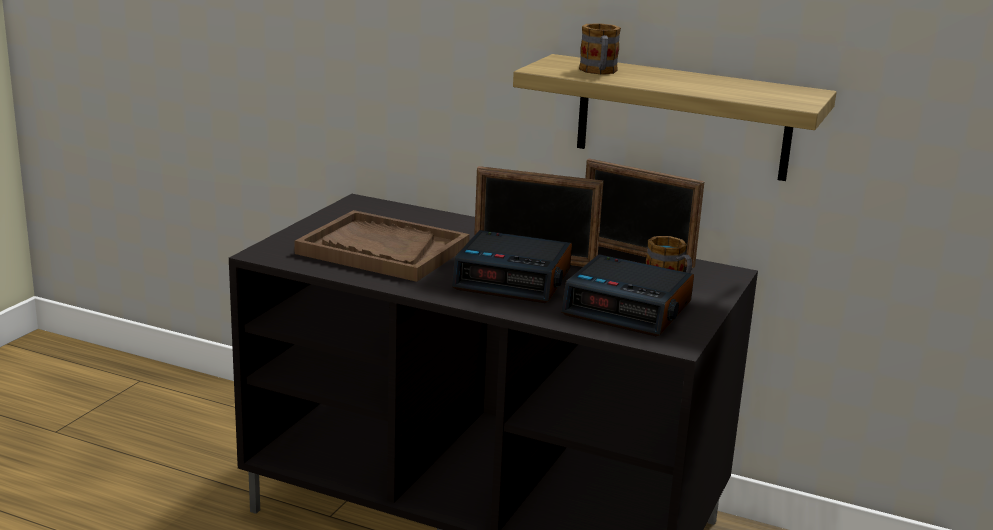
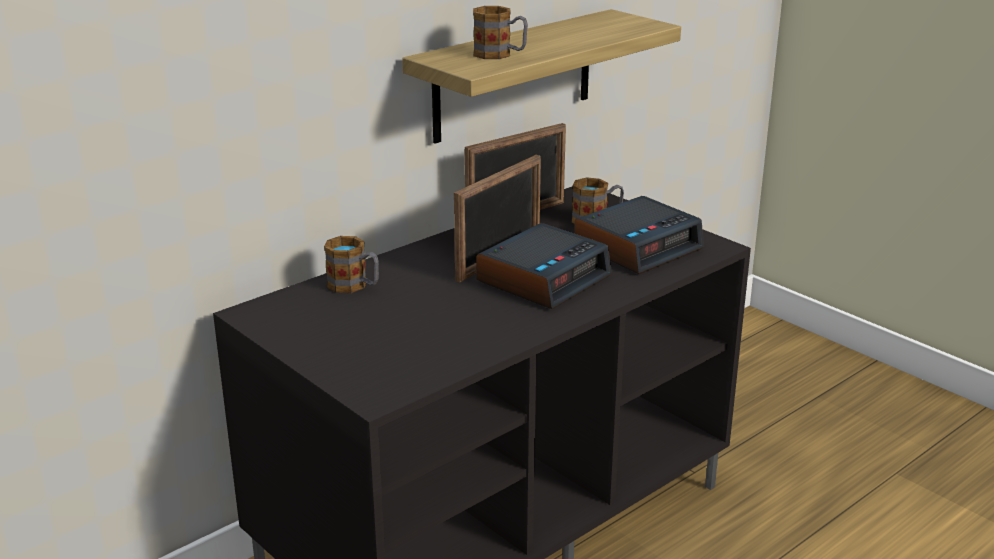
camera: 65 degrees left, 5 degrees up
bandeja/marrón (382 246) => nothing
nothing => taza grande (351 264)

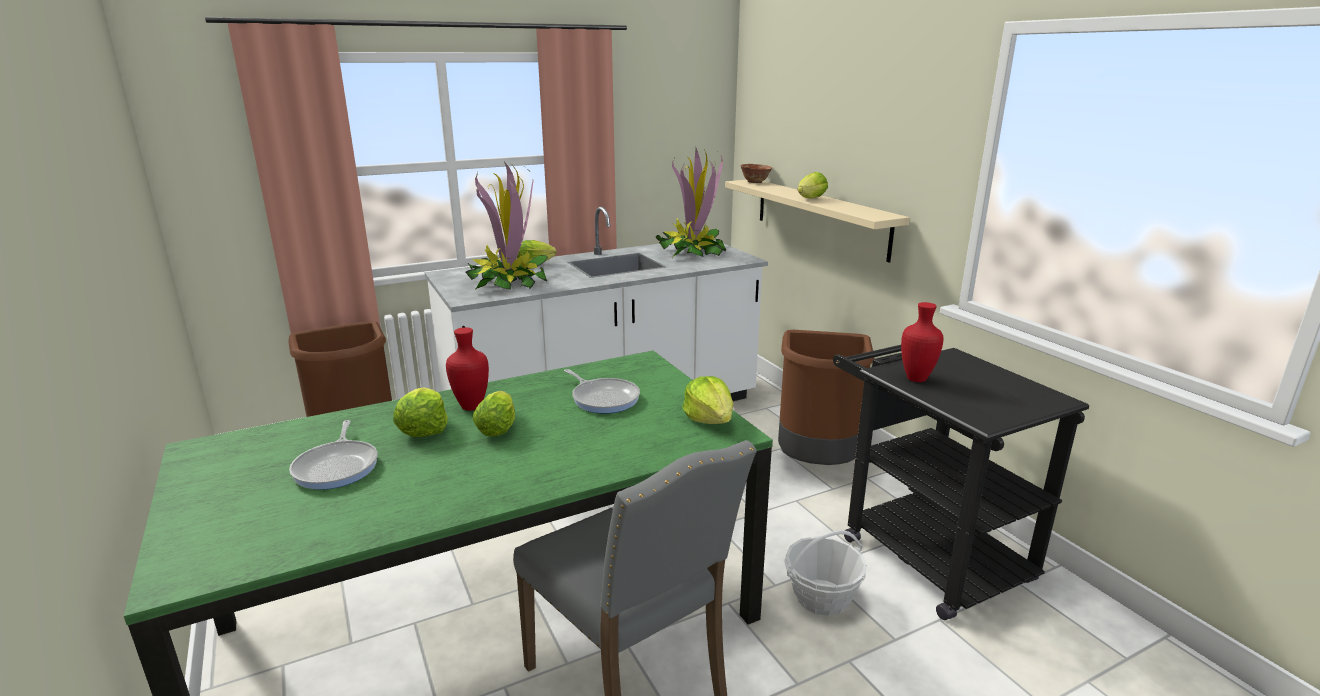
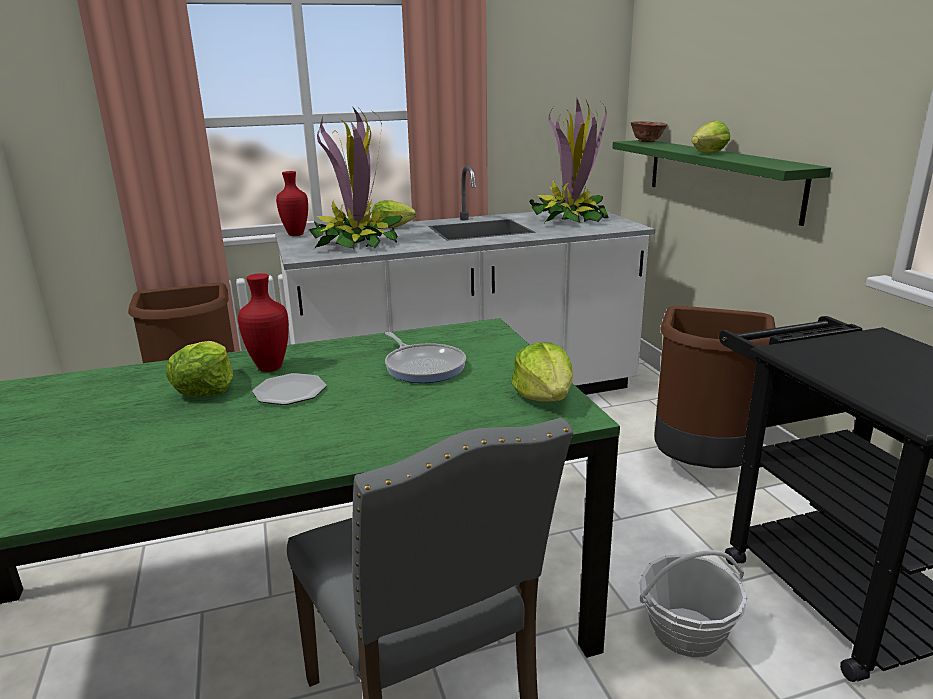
camera: 10 degrees right, 0 degrees up
sartén (333 455) => nothing
lechuga (493 414) => plato (289 389)
estante/beis (817 221) => estante/verde (721 183)
florero/rojo (922 342) => florero/rojo (292 203), relocated

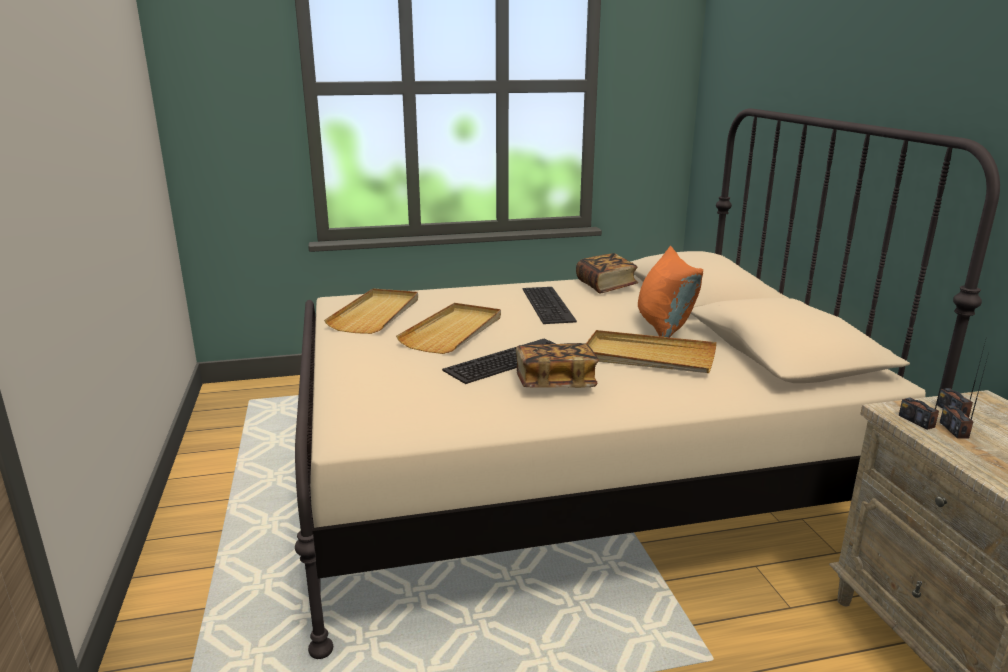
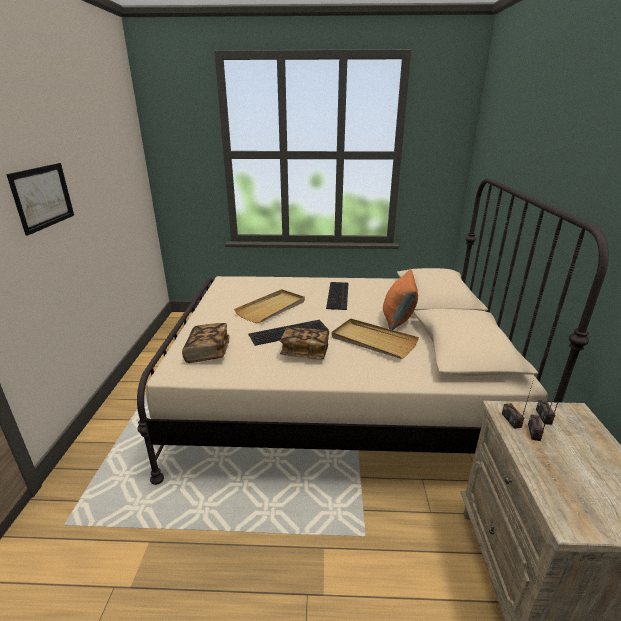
camera: 15 degrees right, 5 degrees up
bandeja/beis (371 311) => nothing
libro (607 273) => libro (205 343), relocated
nothing => cuadro (40 199)

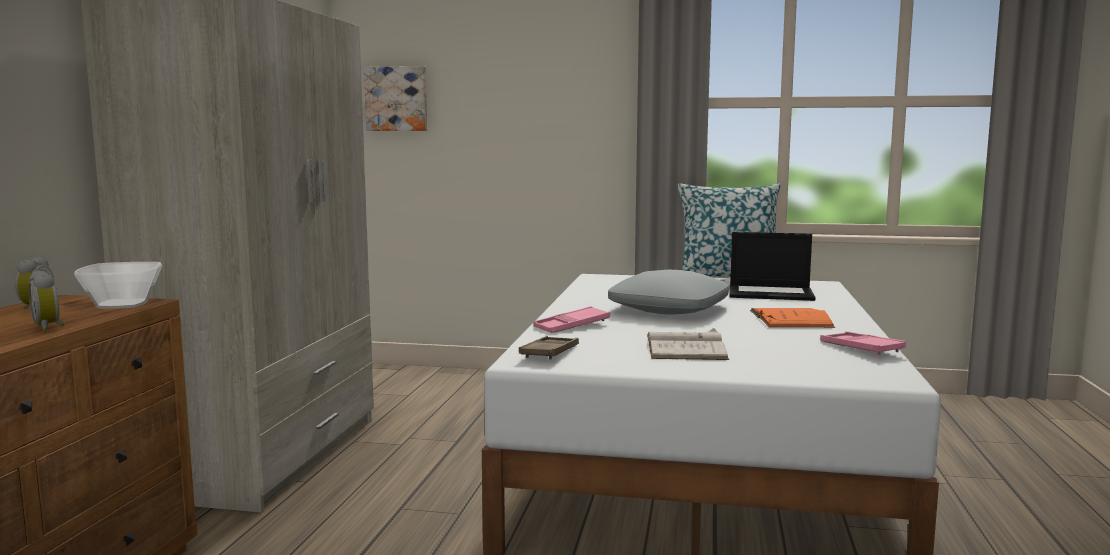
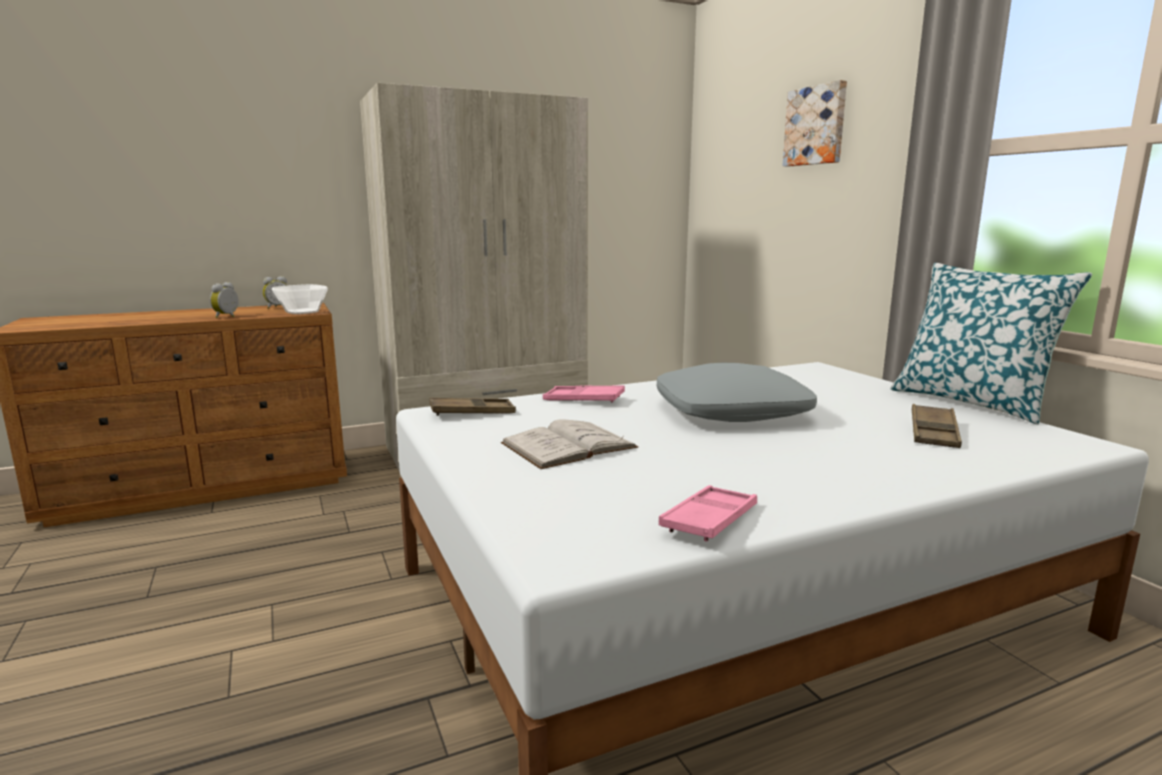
camera: 55 degrees right, 5 degrees up
cuadro (395 98) => cuadro (815 123), relocated
portátil (773 266) => bandeja/marrón (937 426)
libro/naranja (792 318) => nothing

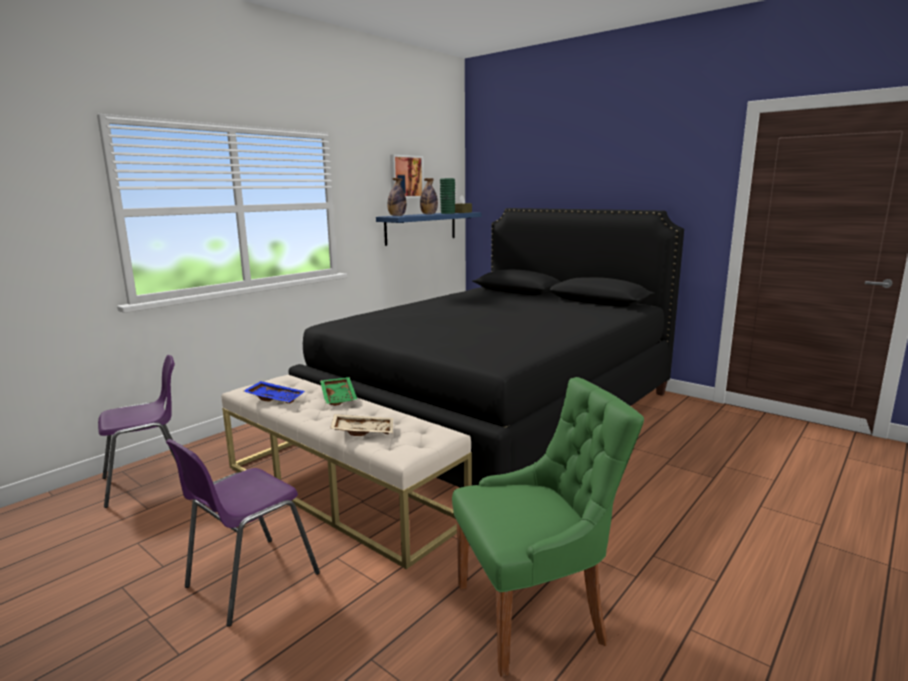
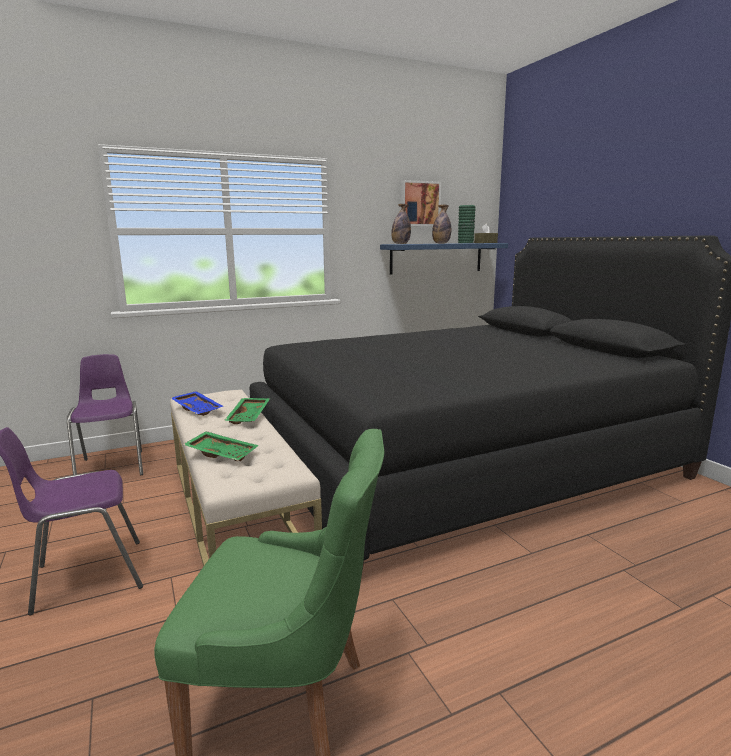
camera: 25 degrees right, 0 degrees up
silla/morado (137 431) => silla/morado (105 414), 105 degrees counterclockwise
bandeja/beis (361 425) => bandeja/verde (221 446)

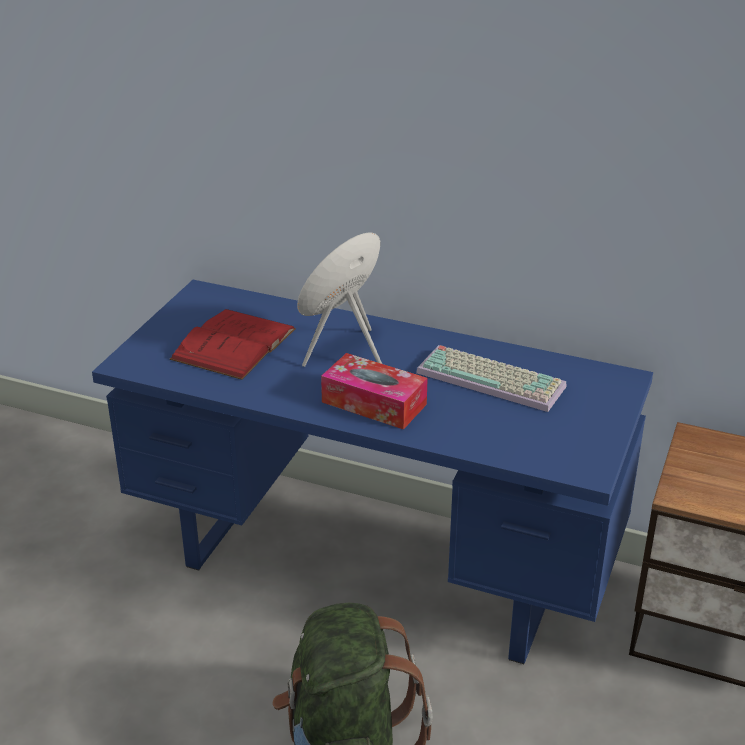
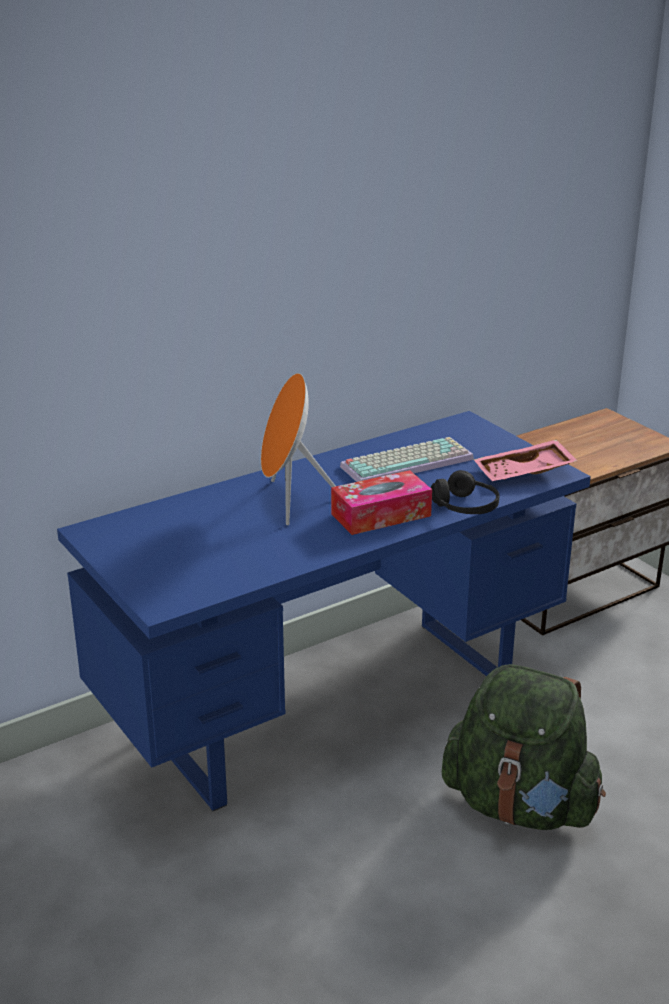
camera: 55 degrees left, 5 degrees down
libro/rojo (233 344) => nothing
nothing => auriculares/negro (465 492)
nothing => bandeja/rosa (525 460)

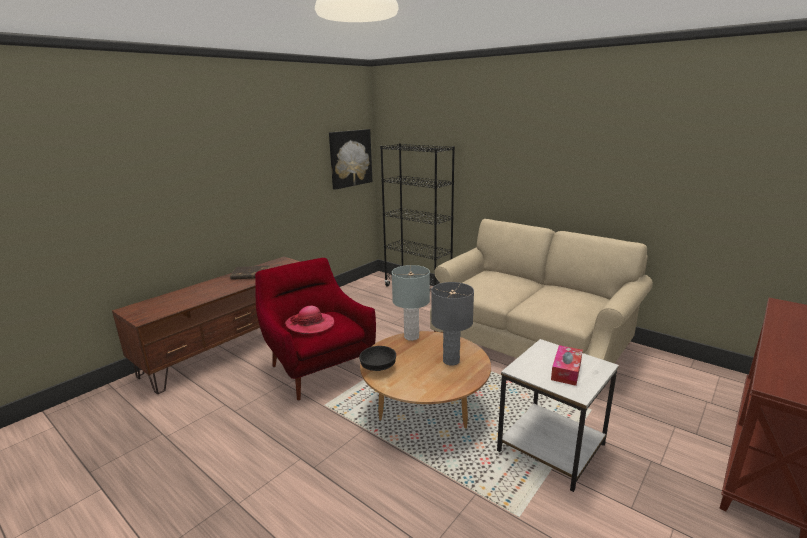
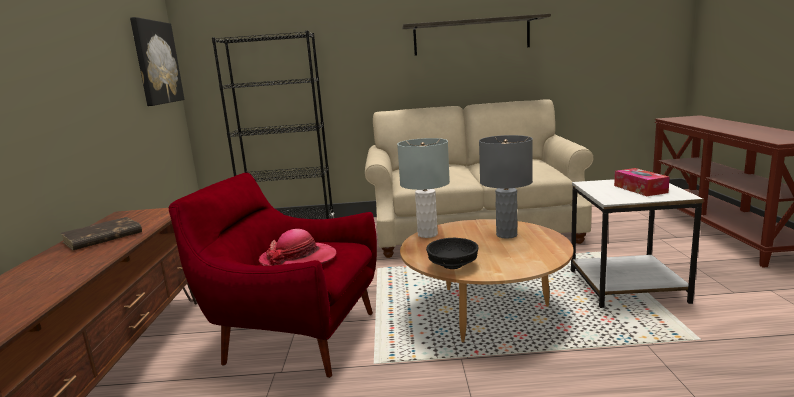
camera: 40 degrees left, 5 degrees down
nothing => estante (476 35)

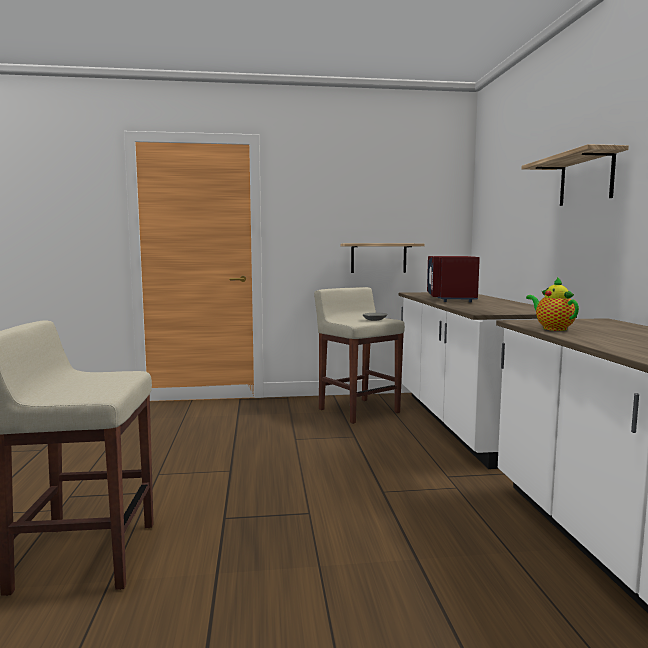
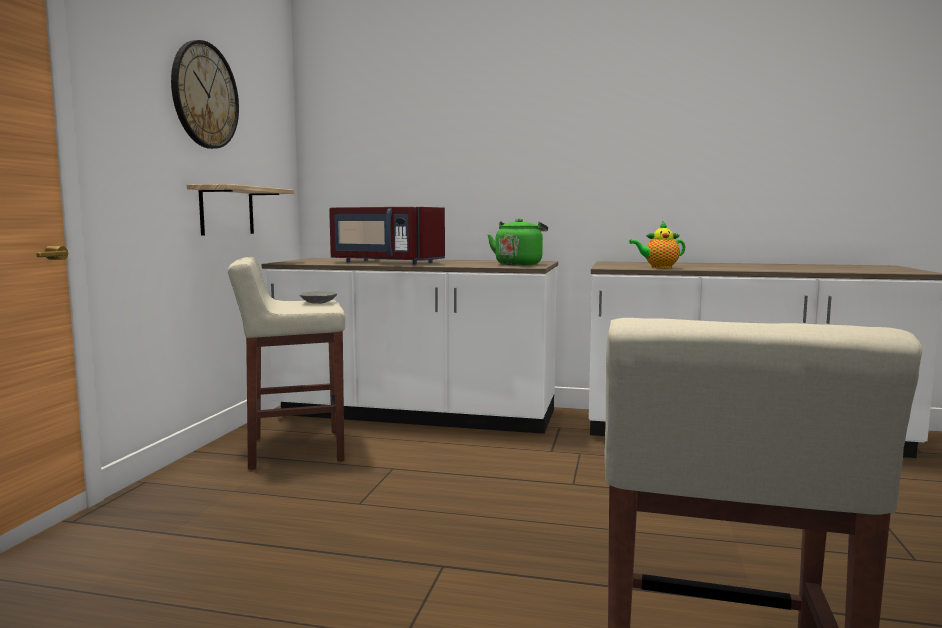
camera: 70 degrees left, 0 degrees up
estante (575 175) => nothing
nothing => reloj de pared (205 94)
nothing => hervidor/verde (518 242)

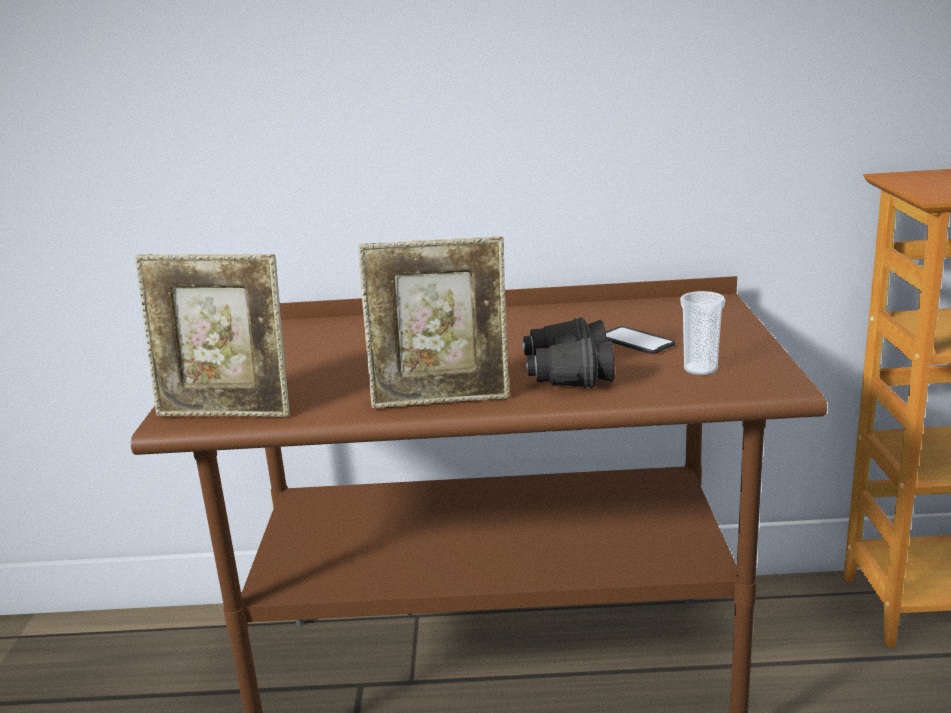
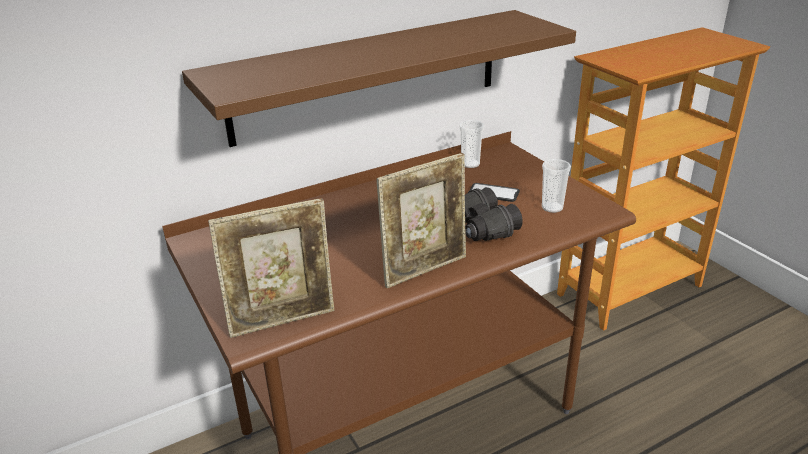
camera: 30 degrees left, 10 degrees up
nothing => estante/marrón (379 78)
nothing => taza (471 144)

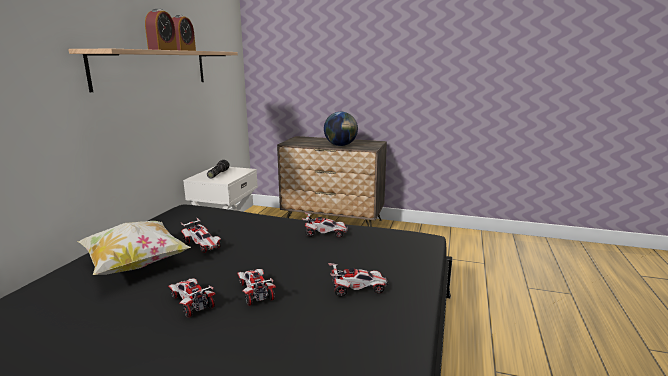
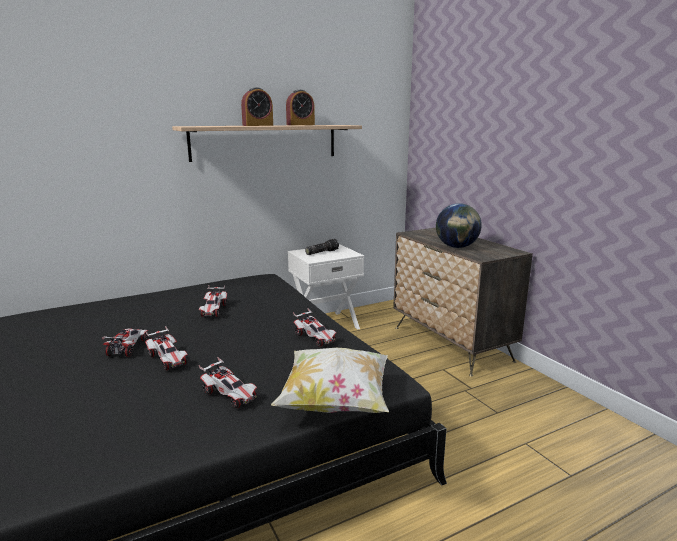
camera: 45 degrees right, 0 degrees up
cojín (134 248) => cojín (330 380), relocated
coche de juguete (256 287) => coche de juguete (166 348), 120 degrees clockwise

